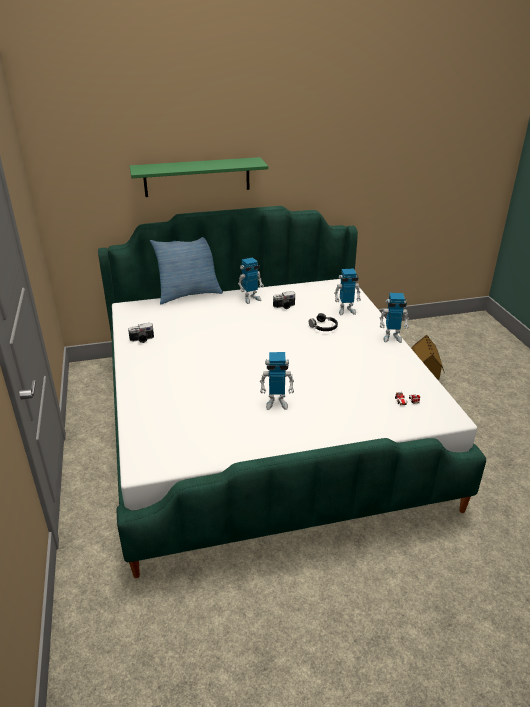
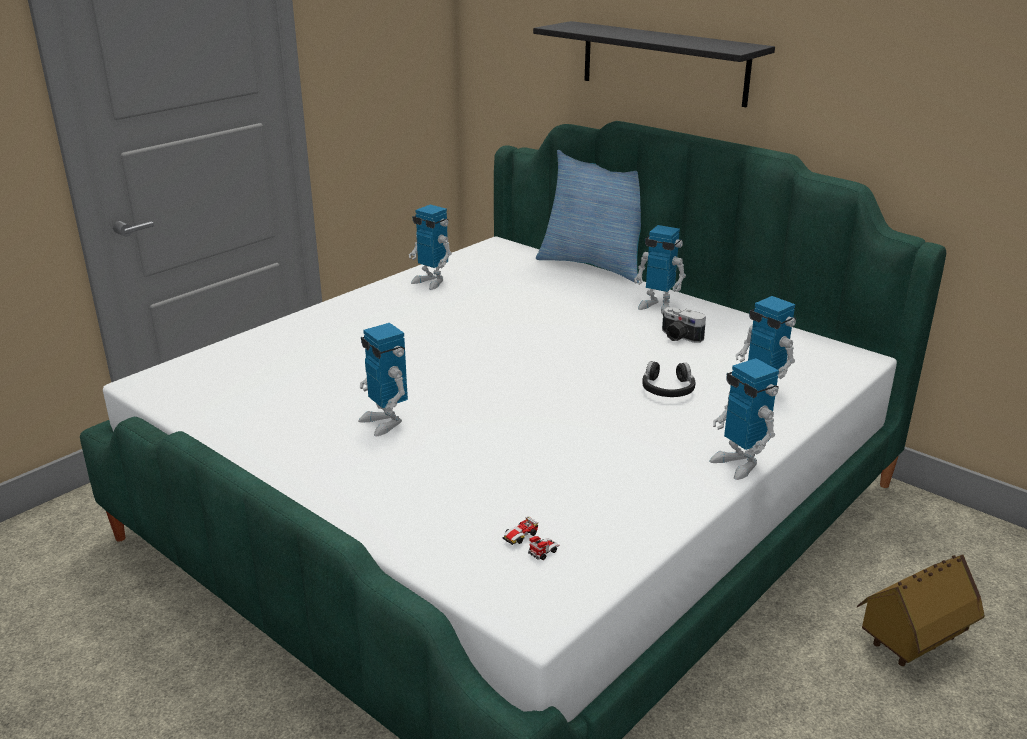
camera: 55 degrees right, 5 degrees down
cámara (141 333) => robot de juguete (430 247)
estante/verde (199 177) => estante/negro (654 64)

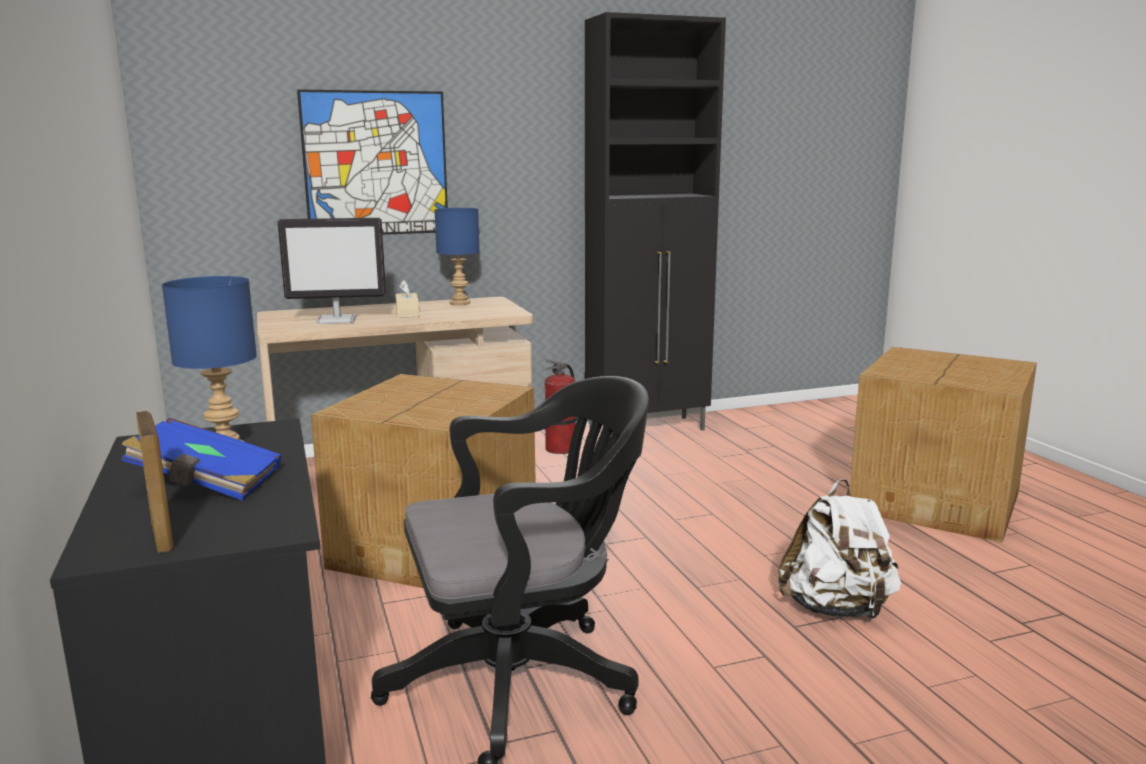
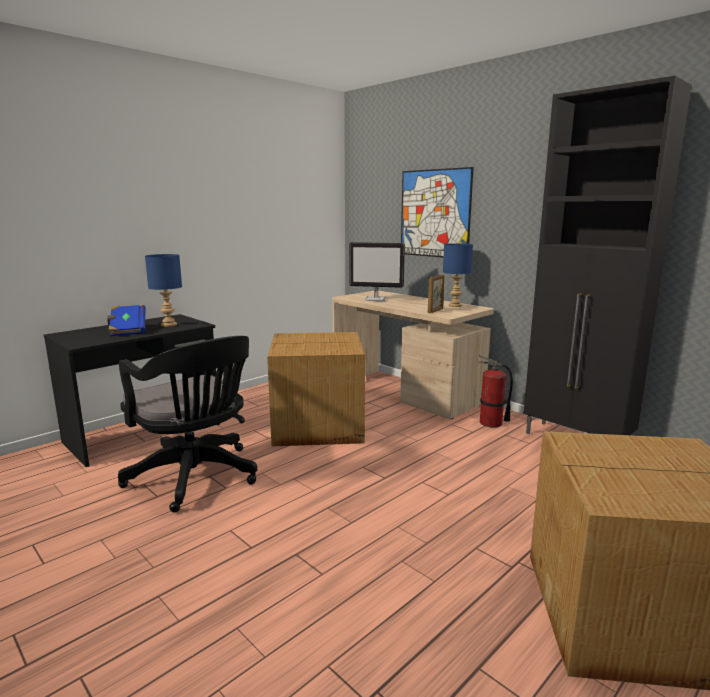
camera: 65 degrees right, 0 degrees up
portarretratos (154 482) => portarretratos (436 294), relocated
monitor (331 271) => monitor (377 271), 45 degrees counterclockwise
caja de pañuelos/beis (407 299) => nothing
mochila/blanco (839 549) => nothing

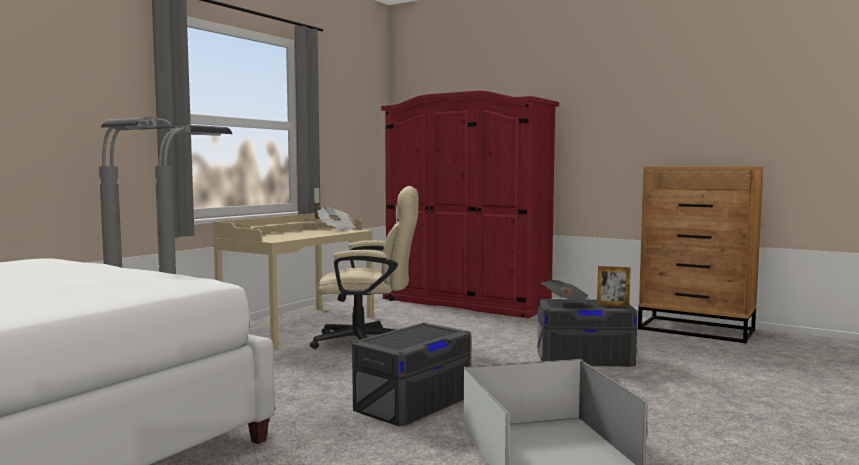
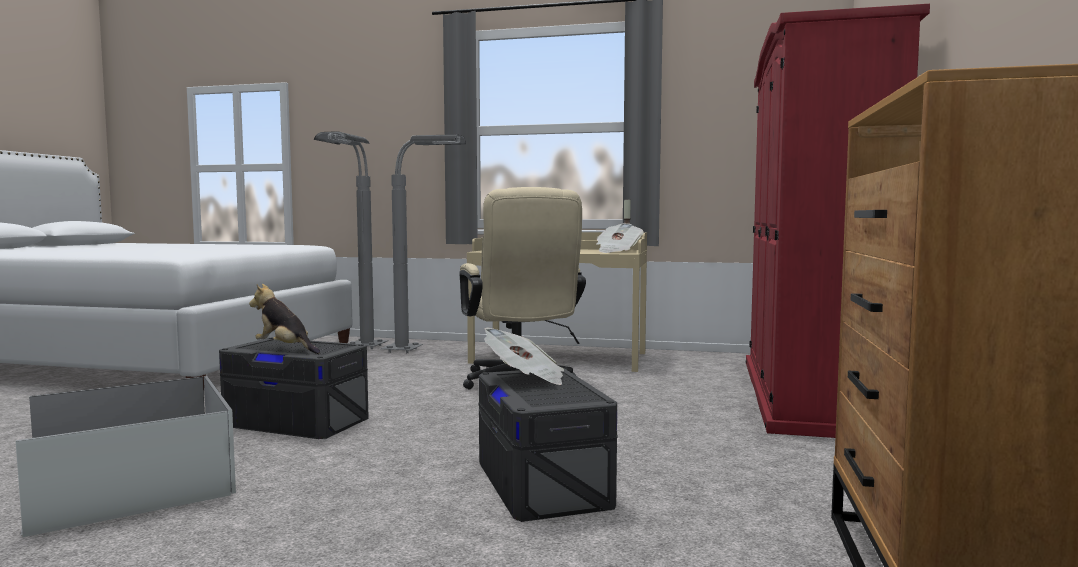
camera: 70 degrees right, 0 degrees up
portarretratos (613 286) => nothing
nothing => peluche (284 319)

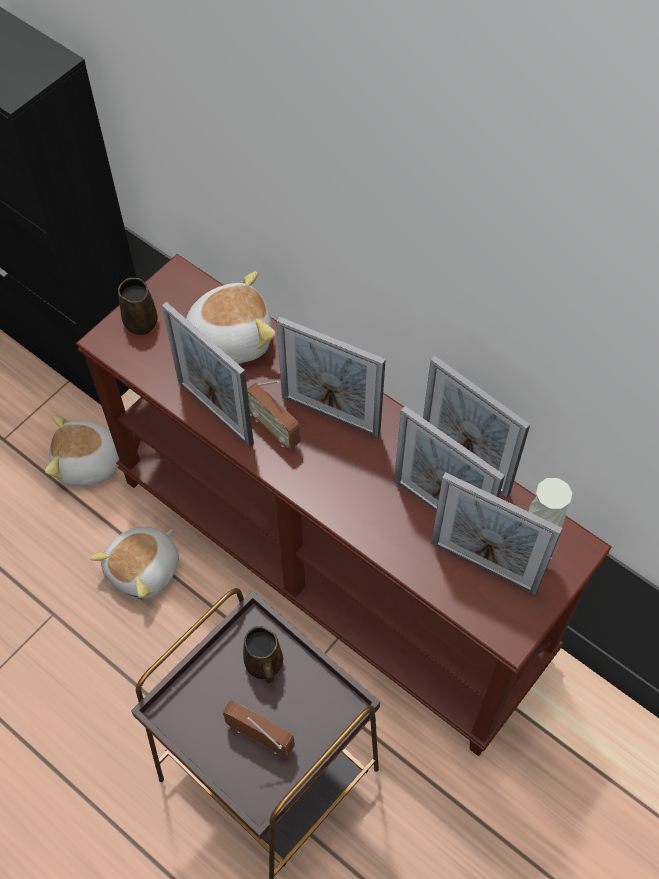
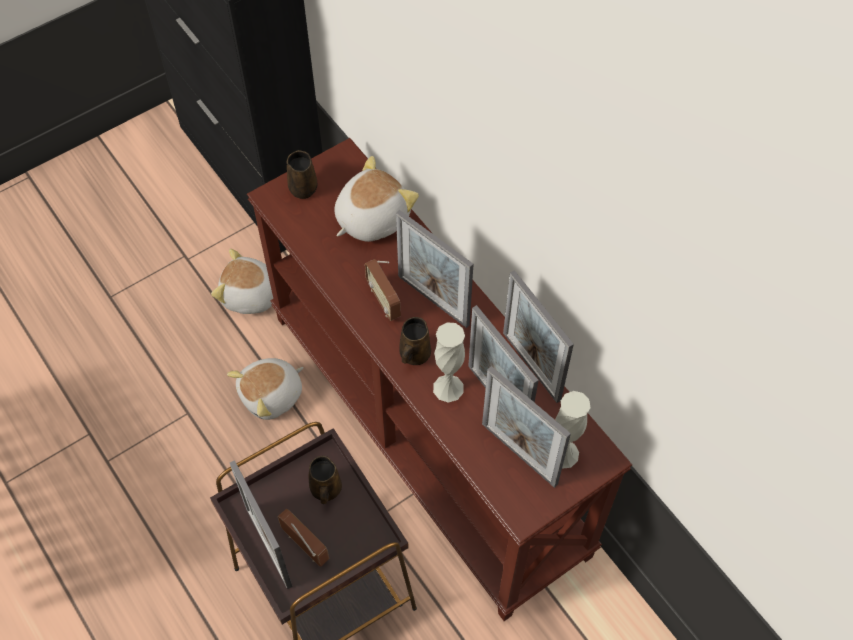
camera: 15 degrees right, 0 degrees up
portarretratos (208 374) => portarretratos (261 524), relocated
peluche (231 317) => peluche (376 199), 45 degrees counterclockwise
nothing => taza grande/marrón (415 341)
nothing => florero/blanco (449 363)

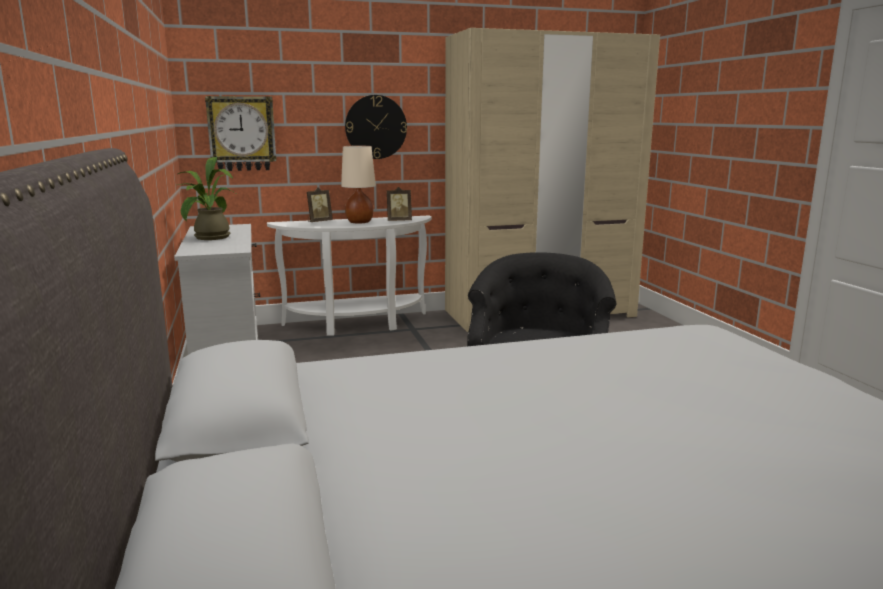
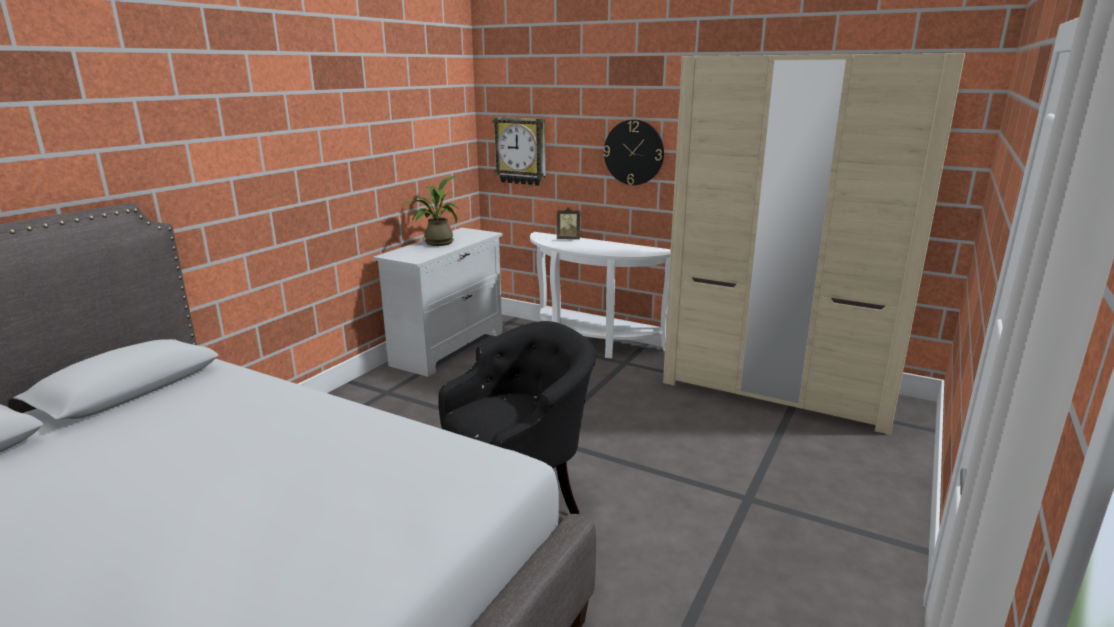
camera: 45 degrees right, 5 degrees up
lámpara de mesa/beis (358 184) => nothing
portarretratos (399 204) => nothing

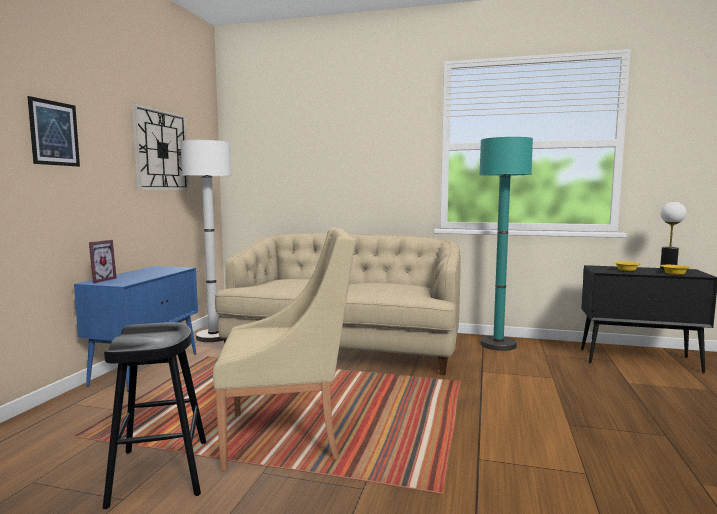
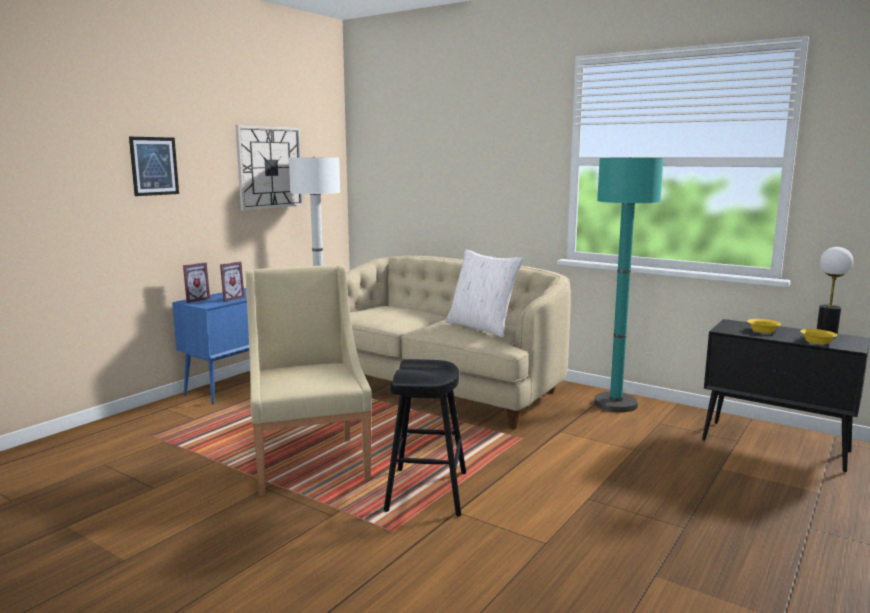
camera: 20 degrees right, 5 degrees up
taburete/negro (154 415) => taburete/negro (425 438), relocated
sillón/beis (283 349) => sillón/beis (308 381), 120 degrees counterclockwise
nothing => portarretratos (232 281)
nothing => cojín/blanco (484 293)

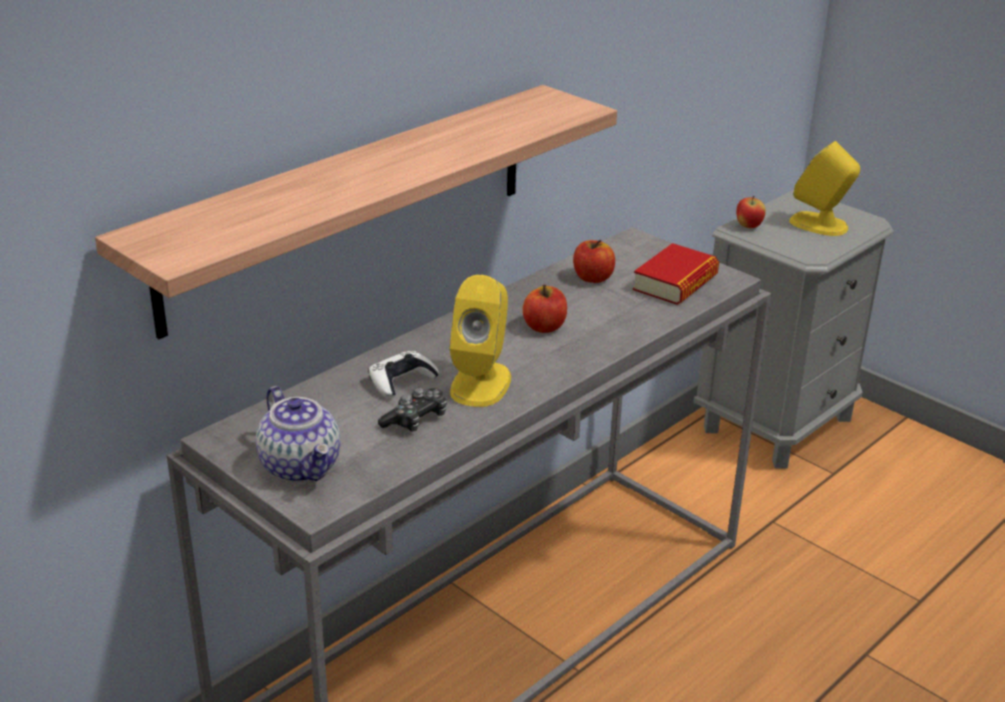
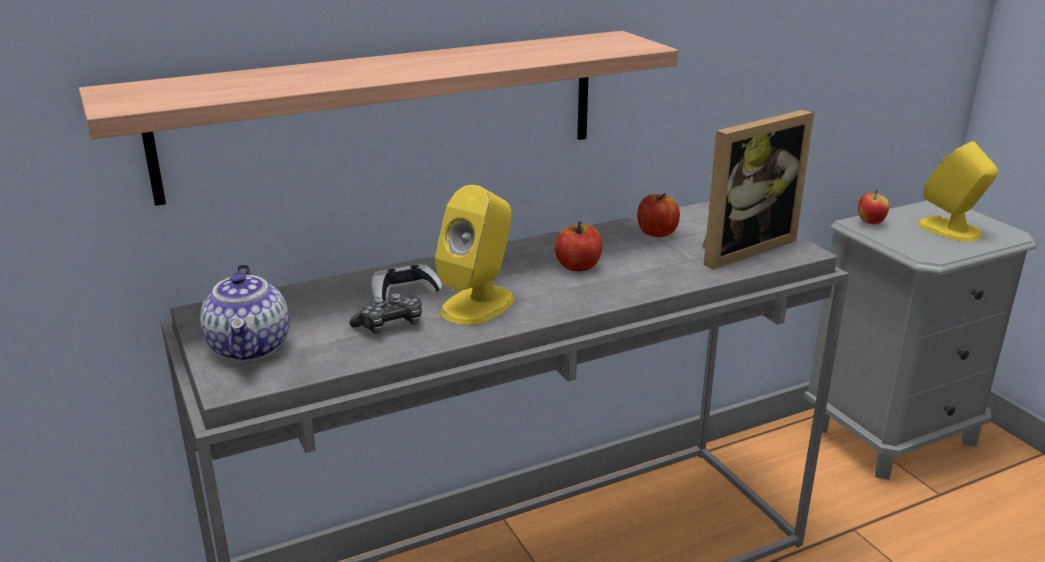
camera: 20 degrees right, 5 degrees down
libro (676 274) => portarretratos (758 189)

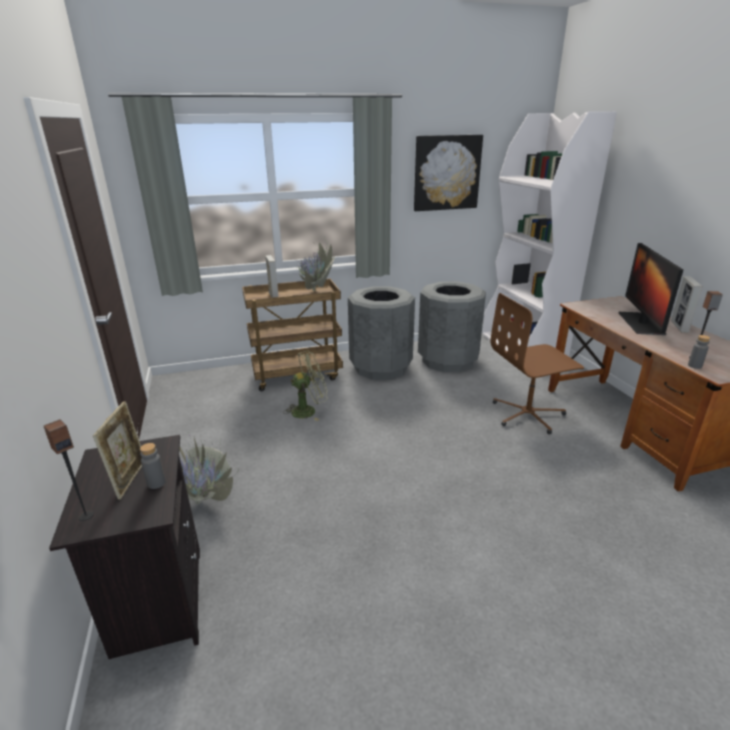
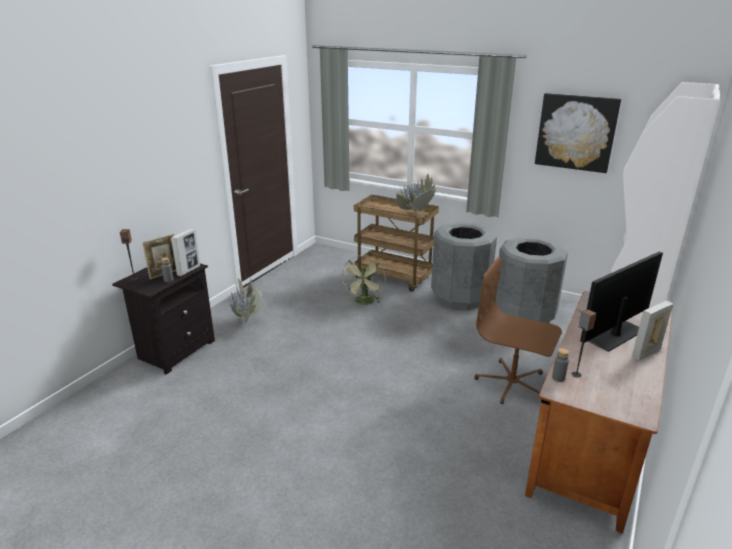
camera: 45 degrees right, 0 degrees up
portarretratos (272 276) => portarretratos (185 252), relocated
ventilador/verde (305 386) => ventilador/verde (363 280), 75 degrees clockwise

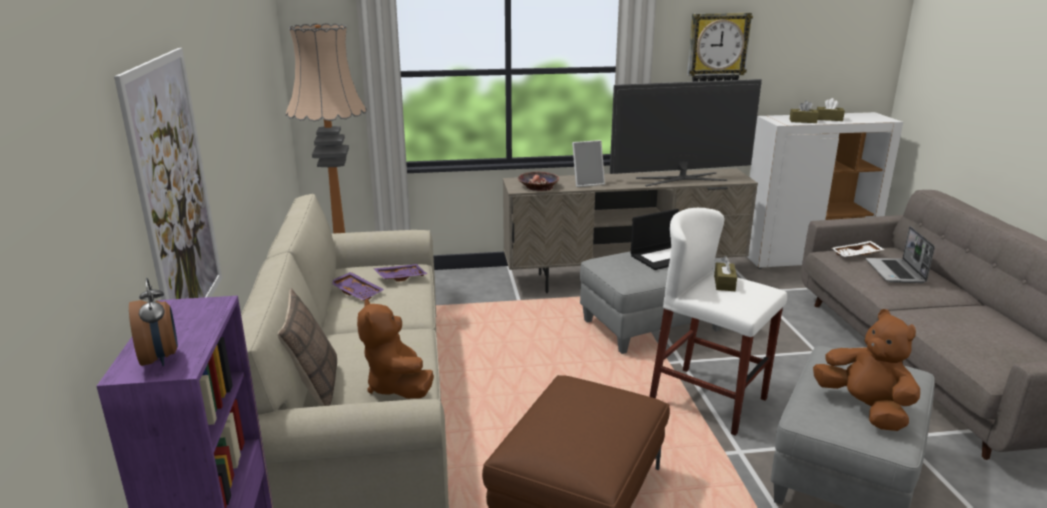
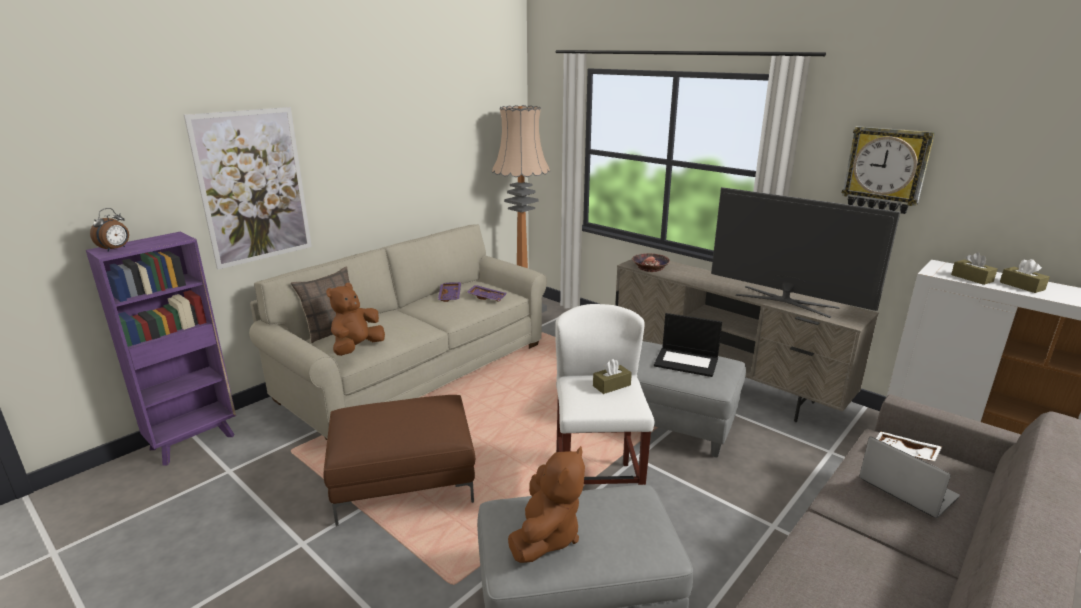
camera: 50 degrees right, 0 degrees up
portarretratos (588 163) => nothing
portátil (900 254) => portátil (909 477), 90 degrees clockwise

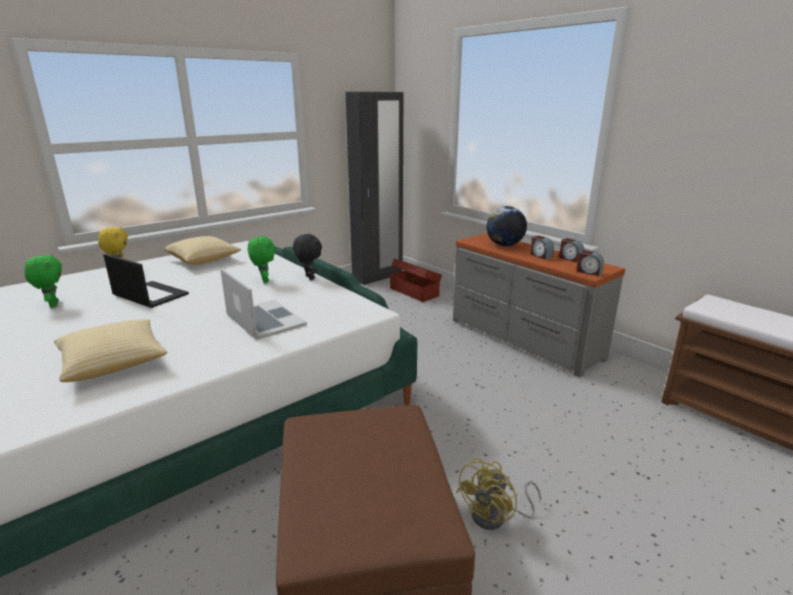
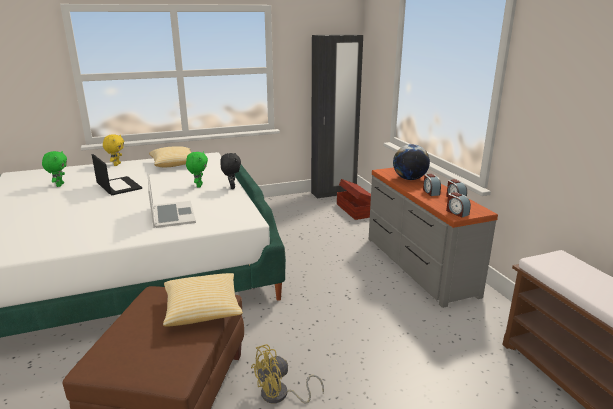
camera: 20 degrees right, 0 degrees up
cojín (110 350) => cojín (203 300), relocated

